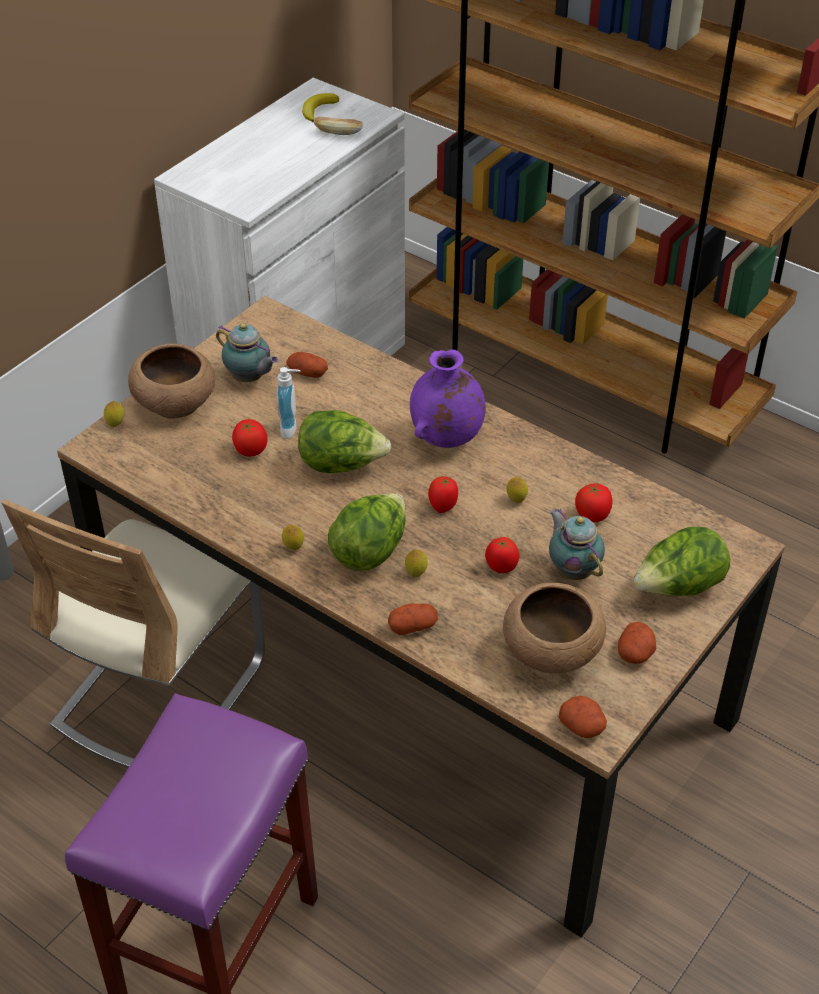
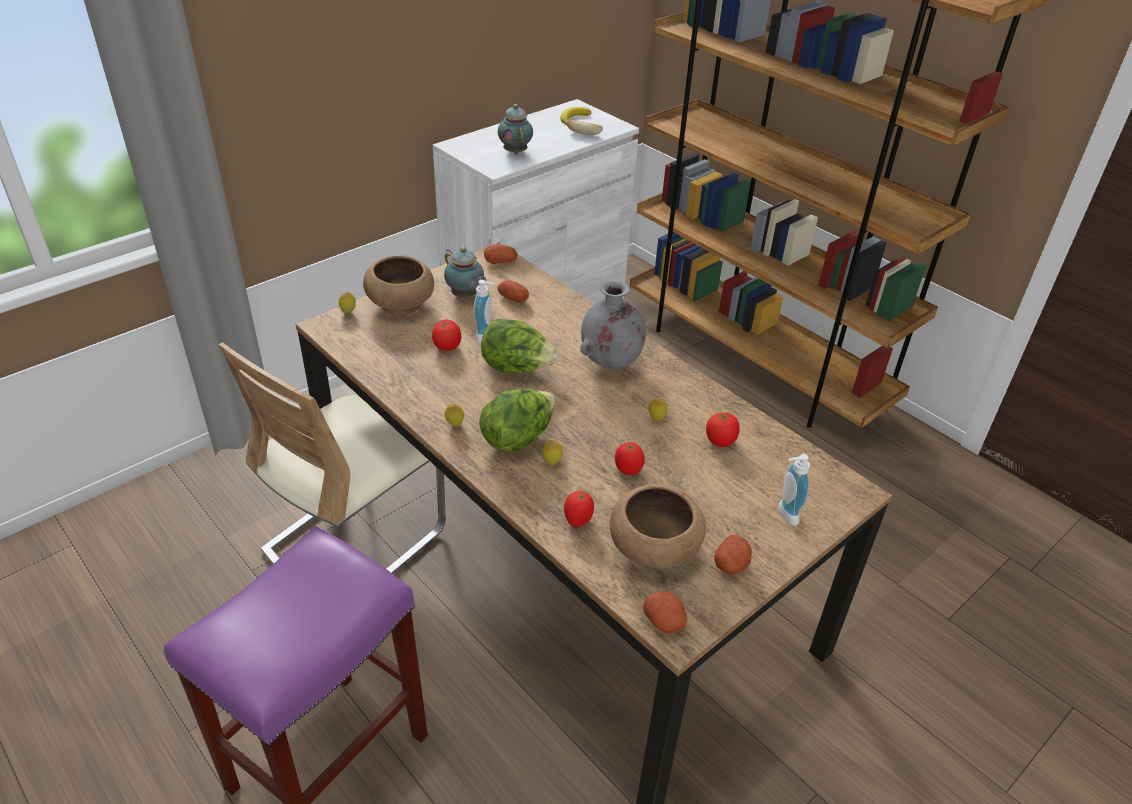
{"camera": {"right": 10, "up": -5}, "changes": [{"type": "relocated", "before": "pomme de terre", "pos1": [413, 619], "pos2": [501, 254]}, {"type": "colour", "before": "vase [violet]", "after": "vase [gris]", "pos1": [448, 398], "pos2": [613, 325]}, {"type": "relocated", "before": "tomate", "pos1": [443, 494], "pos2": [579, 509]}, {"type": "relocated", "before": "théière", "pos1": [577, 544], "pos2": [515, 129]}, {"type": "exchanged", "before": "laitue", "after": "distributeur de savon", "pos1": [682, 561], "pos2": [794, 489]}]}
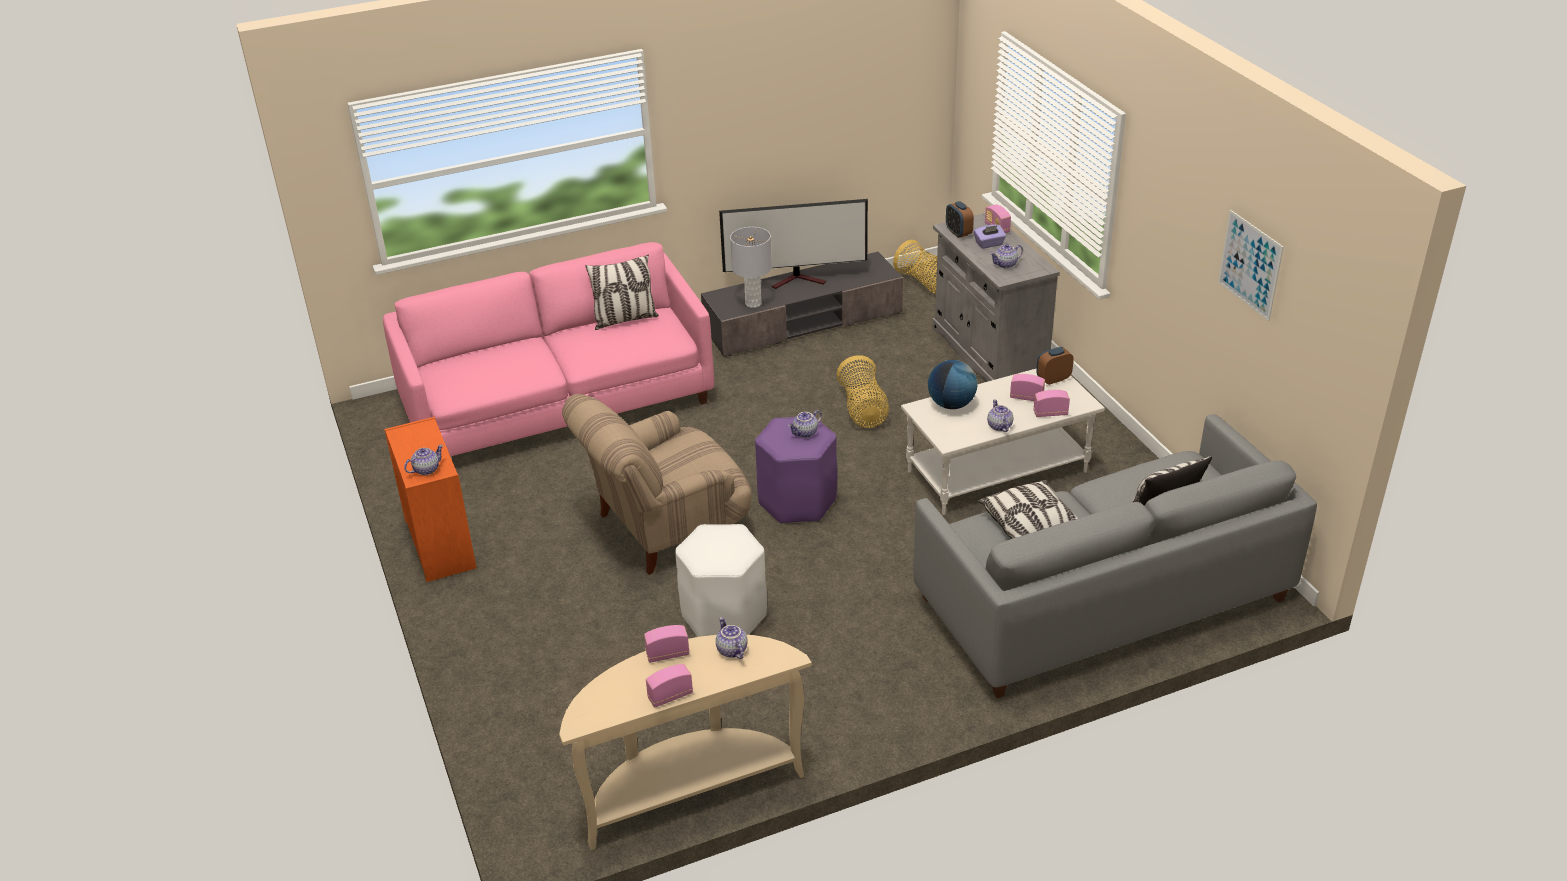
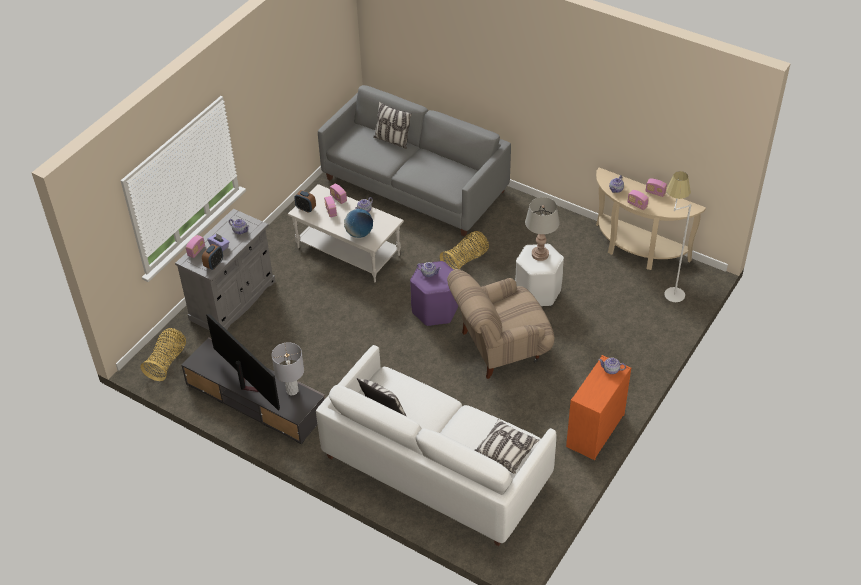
{"camera": {"right": -125, "up": 10}, "changes": [{"type": "colour", "before": "canapé [rose]", "after": "canapé [blanc]", "pos1": [548, 349], "pos2": [436, 445]}, {"type": "spun", "before": "fauteuil [beige]", "pos1": [657, 484], "pos2": [500, 324], "turn": 135}, {"type": "relocated", "before": "panier", "pos1": [862, 391], "pos2": [464, 250]}, {"type": "relocated", "before": "coussin", "pos1": [1028, 509], "pos2": [507, 446]}, {"type": "missing", "before": "tableau", "pos1": [1251, 265]}, {"type": "appeared", "after": "lampe de table [gris]", "pos2": [542, 229]}, {"type": "appeared", "after": "lampadaire [blanc]", "pos2": [677, 236]}]}
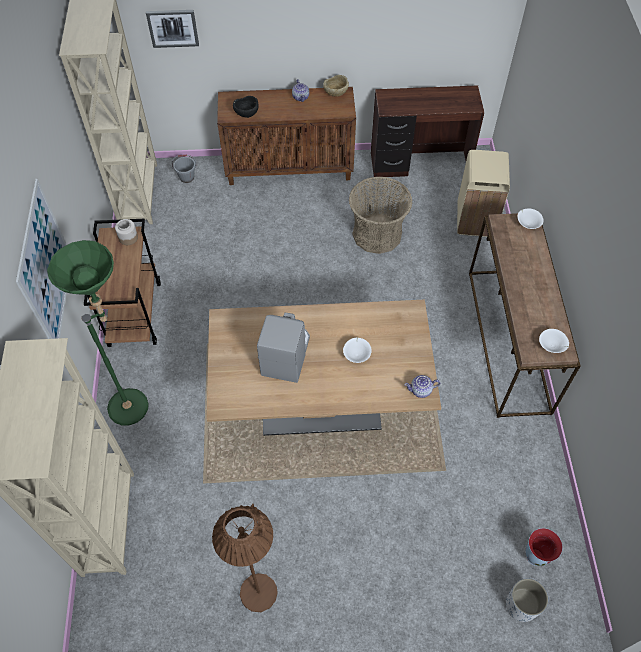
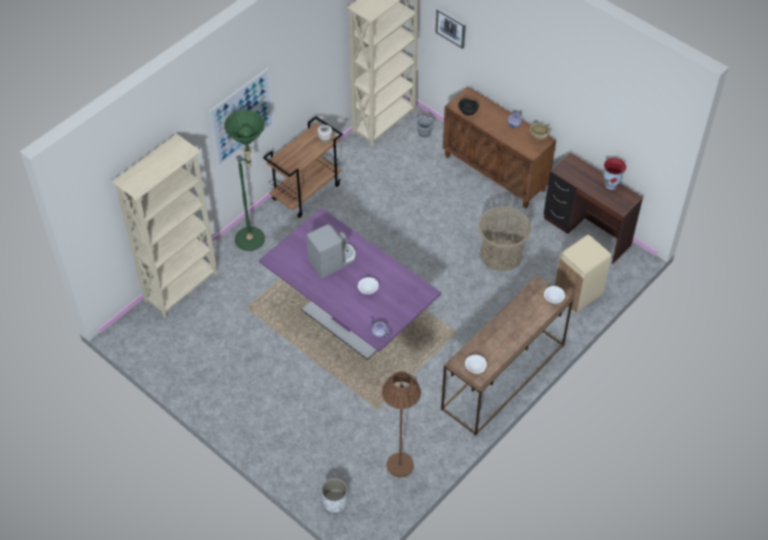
{"camera": {"right": 45, "up": -5}, "changes": [{"type": "colour", "before": "table à manger [marron]", "after": "table à manger [violet]", "pos1": [323, 367], "pos2": [350, 284]}, {"type": "relocated", "before": "lampadaire [marron]", "pos1": [245, 558], "pos2": [401, 424]}, {"type": "relocated", "before": "vase", "pos1": [544, 547], "pos2": [614, 174]}]}
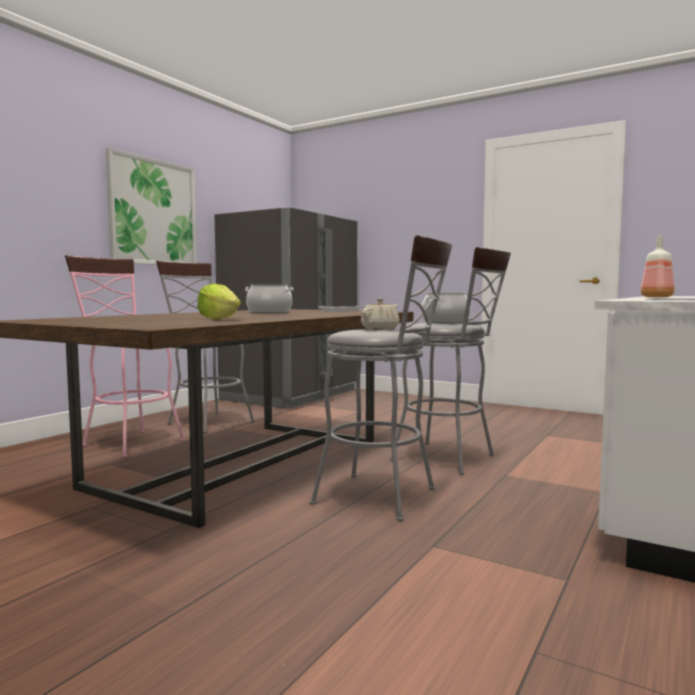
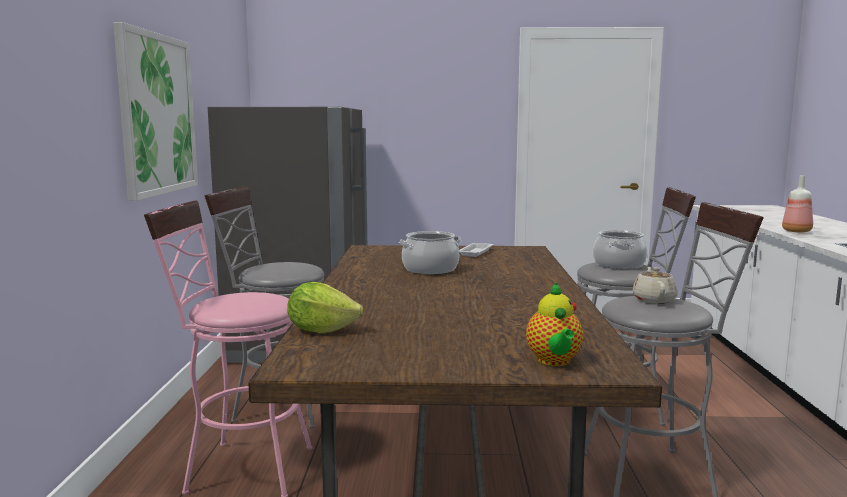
{"camera": {"right": -30, "up": 5}, "changes": [{"type": "relocated", "before": "laitue", "pos1": [219, 301], "pos2": [325, 308]}, {"type": "appeared", "after": "théière", "pos2": [554, 324]}]}
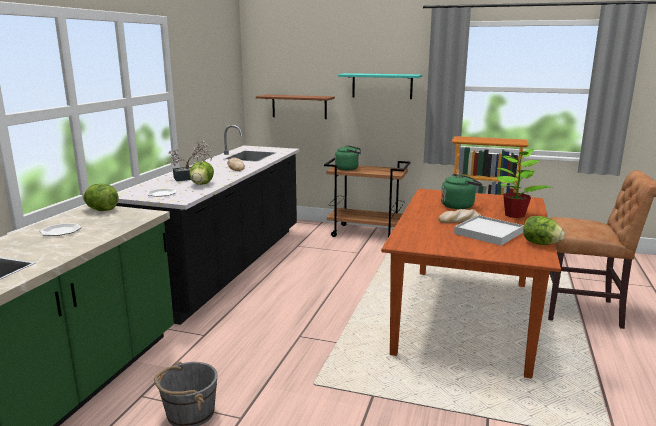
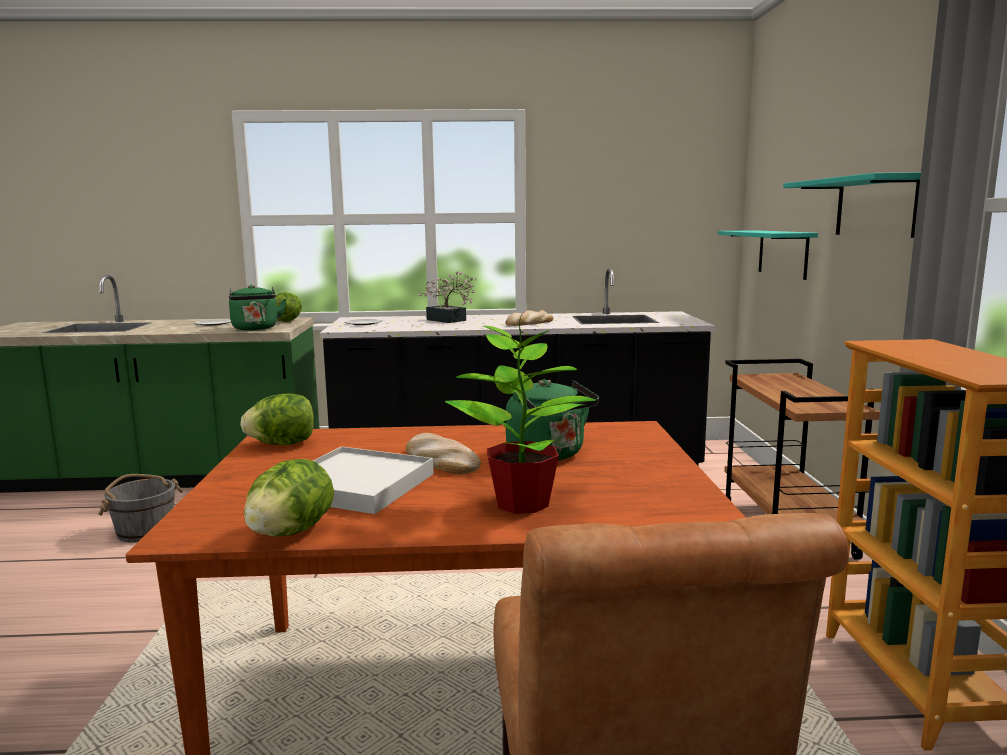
{"camera": {"right": 70, "up": -5}, "changes": [{"type": "relocated", "before": "laitue", "pos1": [201, 173], "pos2": [277, 419]}, {"type": "colour", "before": "étagère [marron]", "after": "étagère [turquoise]", "pos1": [295, 106], "pos2": [768, 255]}, {"type": "relocated", "before": "bouilloire [vert]", "pos1": [348, 157], "pos2": [257, 307]}]}
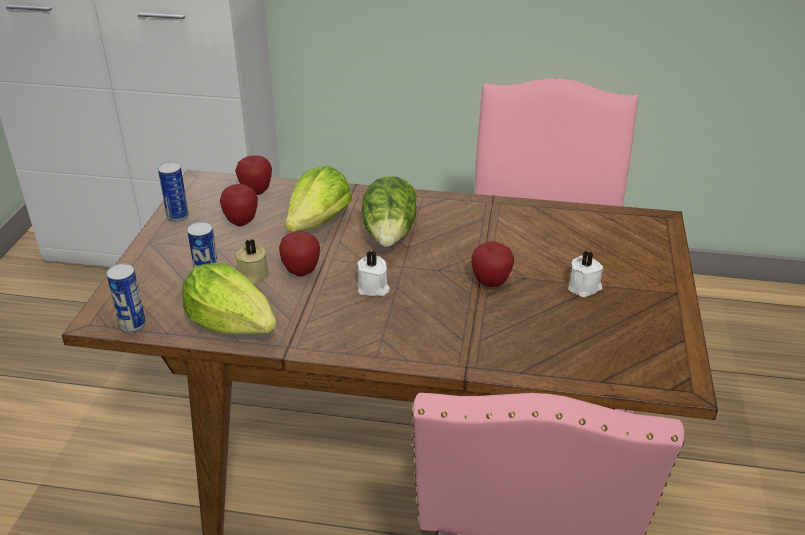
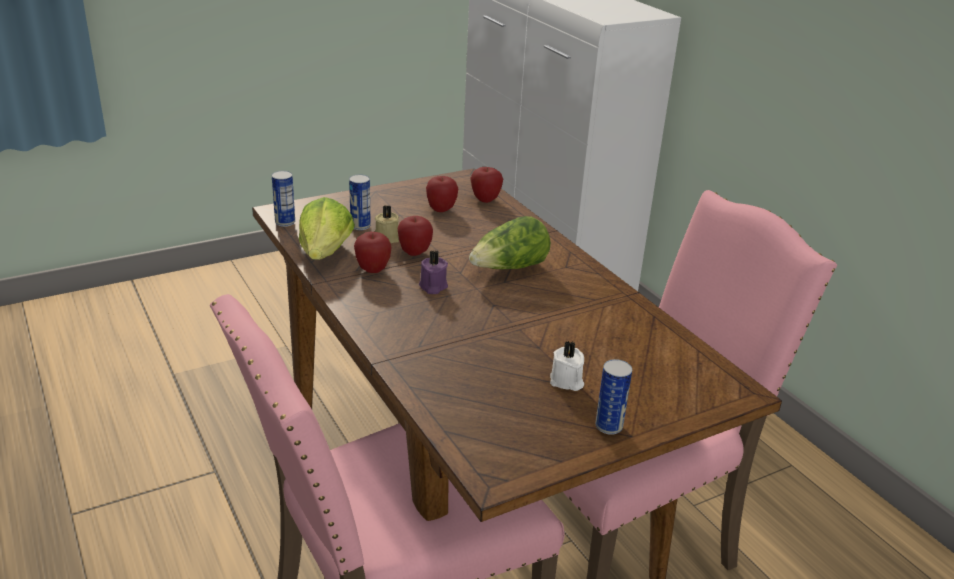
{"camera": {"right": 50, "up": -5}, "changes": [{"type": "relocated", "before": "boîte métallique", "pos1": [173, 192], "pos2": [613, 397]}, {"type": "missing", "before": "laitue", "pos1": [318, 198]}, {"type": "colour", "before": "bougie [blanc]", "after": "bougie [violet]", "pos1": [373, 273], "pos2": [433, 272]}, {"type": "relocated", "before": "pomme", "pos1": [492, 264], "pos2": [372, 252]}]}
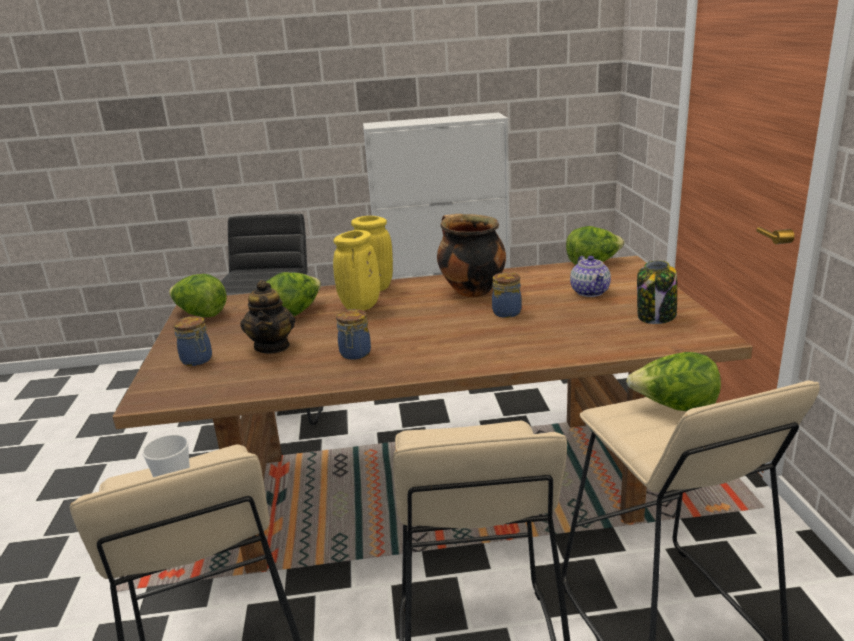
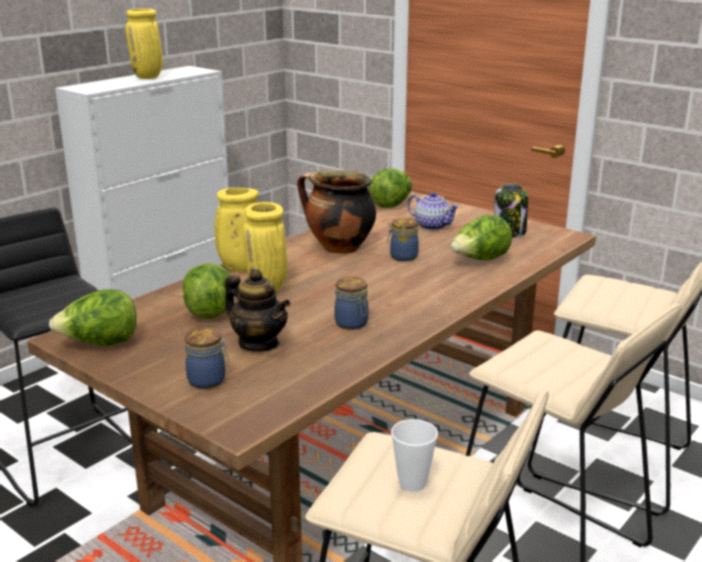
{"camera": {"right": -45, "up": 0}, "changes": [{"type": "relocated", "before": "laitue", "pos1": [673, 381], "pos2": [481, 238]}, {"type": "appeared", "after": "vase [jaune]", "pos2": [144, 43]}]}
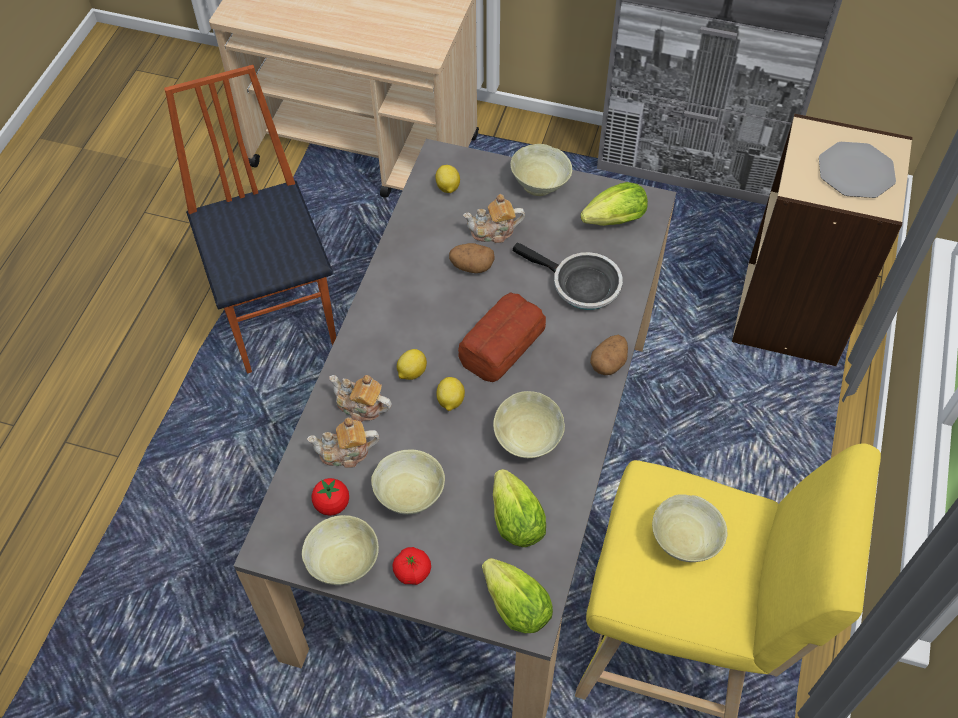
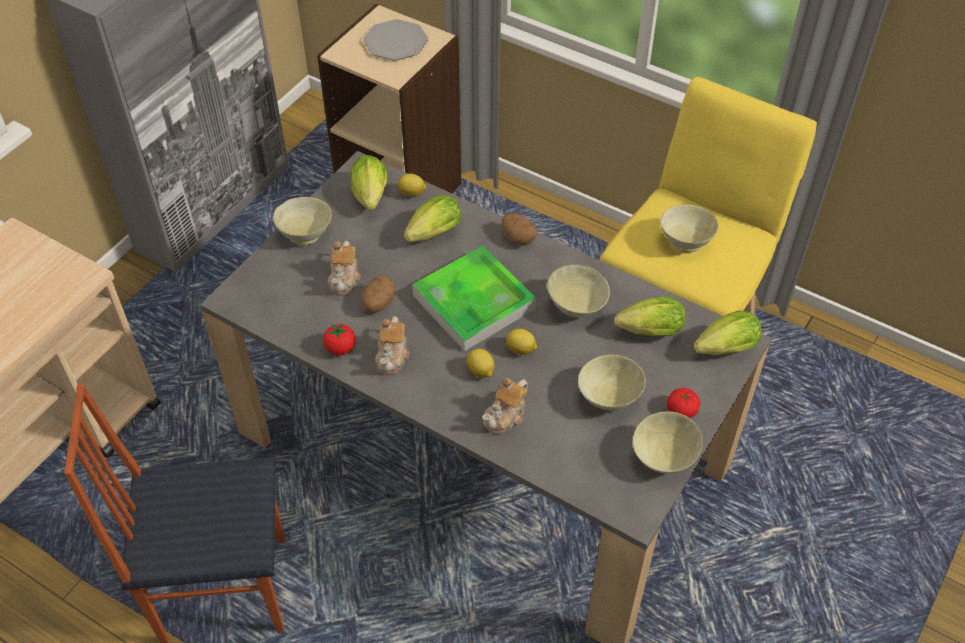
{"camera": {"right": -75, "up": -5}, "changes": [{"type": "relocated", "before": "théière", "pos1": [343, 442], "pos2": [392, 345]}, {"type": "relocated", "before": "tomate", "pos1": [330, 497], "pos2": [339, 339]}, {"type": "relocated", "before": "citron", "pos1": [447, 179], "pos2": [412, 185]}, {"type": "exchanged", "before": "pain", "after": "plateau", "pos1": [502, 337], "pos2": [474, 298]}, {"type": "exchanged", "before": "poêle", "after": "laitue", "pos1": [568, 276], "pos2": [432, 218]}]}
